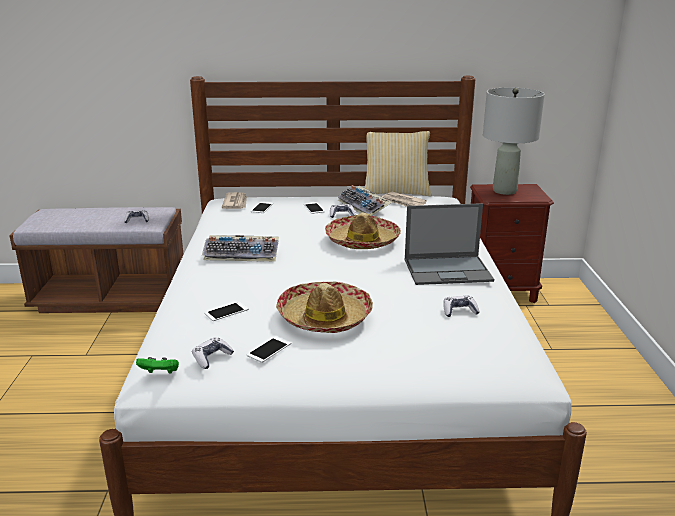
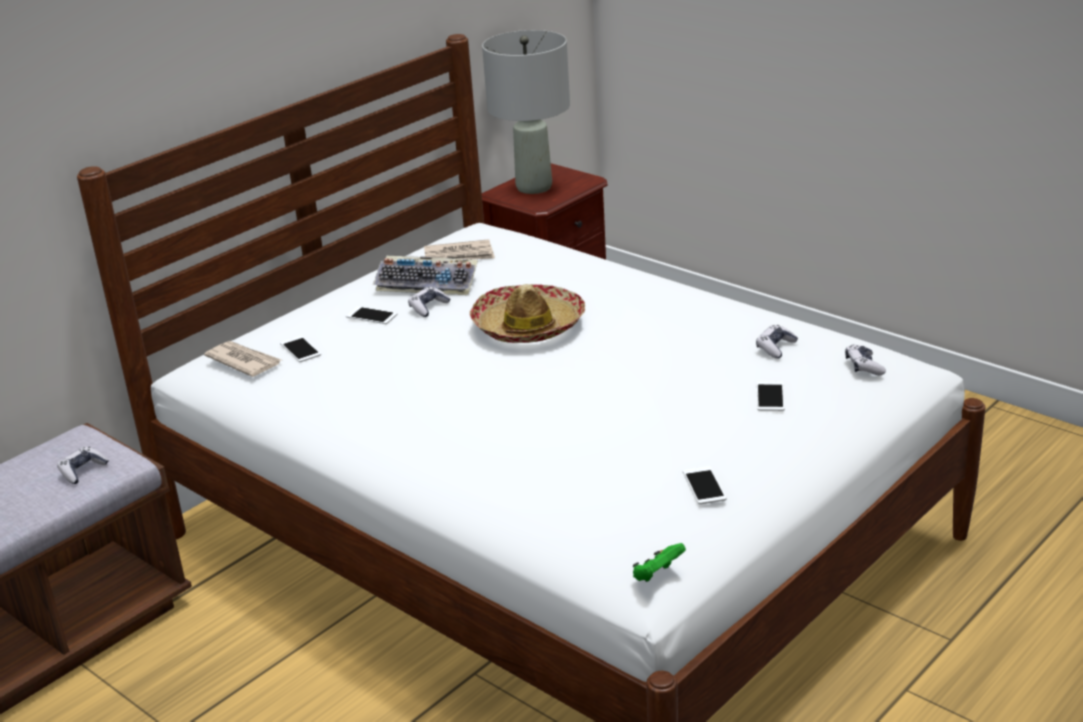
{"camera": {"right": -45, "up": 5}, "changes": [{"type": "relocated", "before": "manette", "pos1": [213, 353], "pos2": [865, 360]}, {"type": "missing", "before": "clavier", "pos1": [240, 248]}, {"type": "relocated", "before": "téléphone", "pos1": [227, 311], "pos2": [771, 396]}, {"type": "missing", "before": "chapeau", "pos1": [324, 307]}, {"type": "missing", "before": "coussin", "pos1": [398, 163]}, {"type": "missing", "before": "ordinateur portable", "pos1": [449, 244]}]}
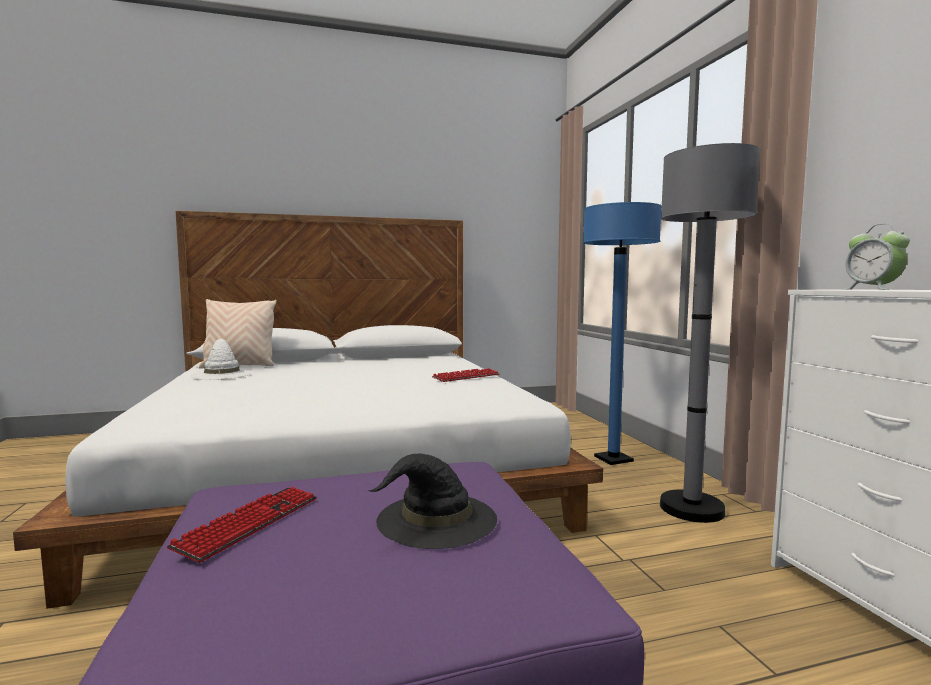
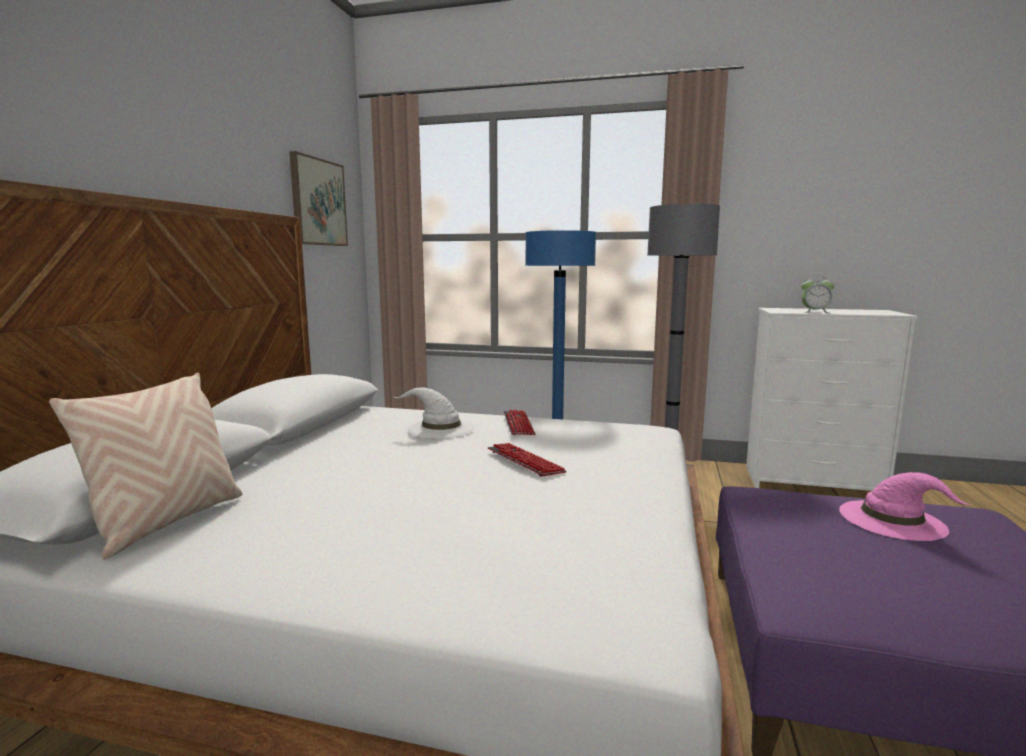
{"camera": {"right": -60, "up": 5}, "changes": [{"type": "relocated", "before": "clavier", "pos1": [242, 525], "pos2": [527, 460]}, {"type": "relocated", "before": "chapeau [blanc]", "pos1": [221, 359], "pos2": [433, 413]}, {"type": "colour", "before": "chapeau [noir]", "after": "chapeau [rose]", "pos1": [432, 501], "pos2": [905, 506]}, {"type": "appeared", "after": "tableau", "pos2": [318, 198]}]}
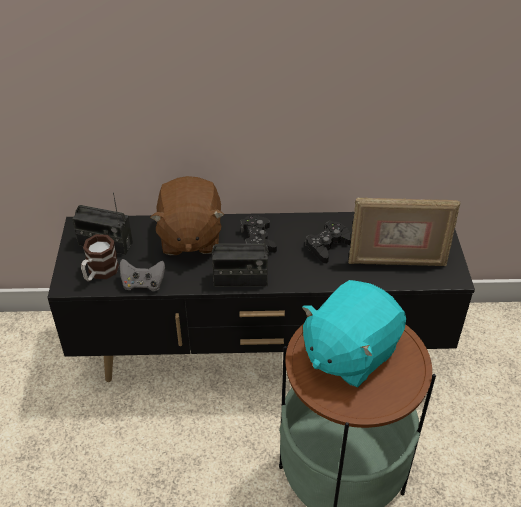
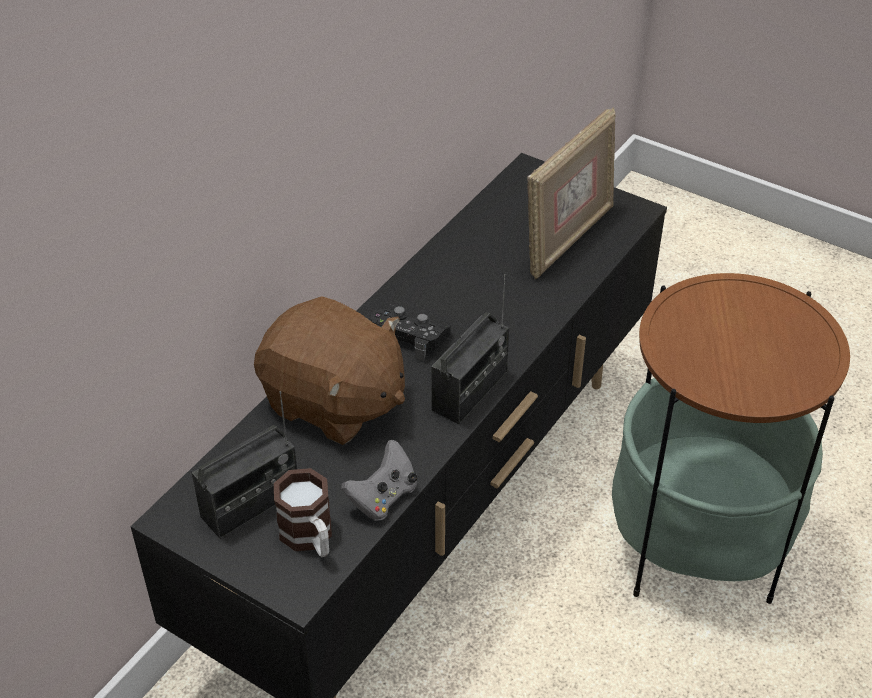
{"camera": {"right": -55, "up": 0}, "changes": [{"type": "missing", "before": "peluche [turquoise]", "pos1": [354, 334]}, {"type": "missing", "before": "manette [noir]", "pos1": [328, 242]}]}
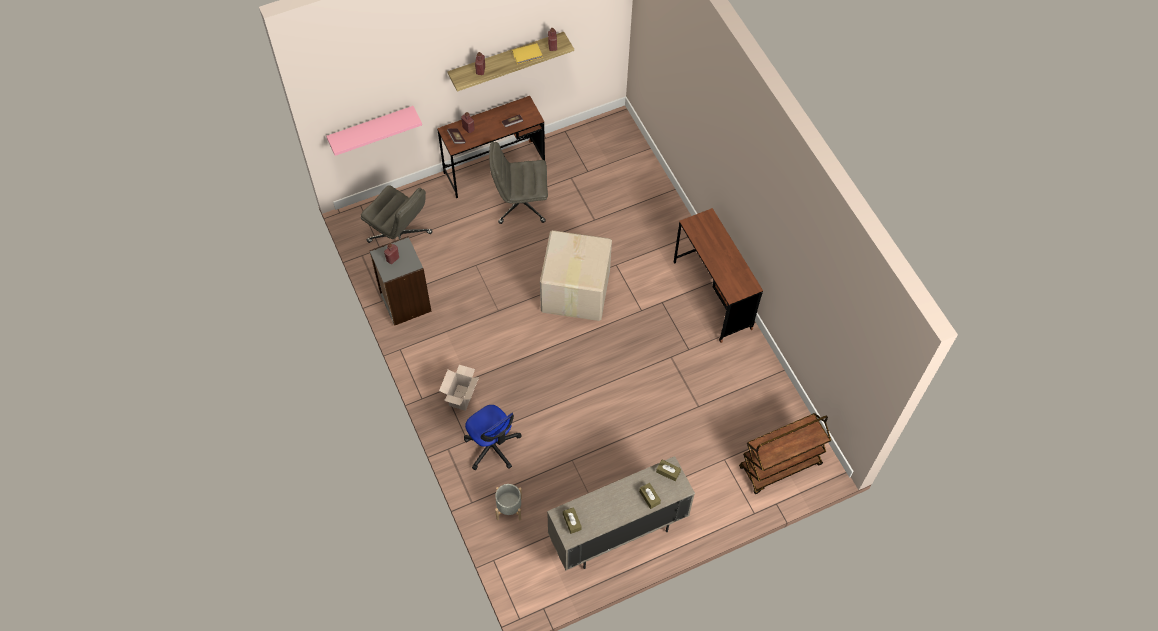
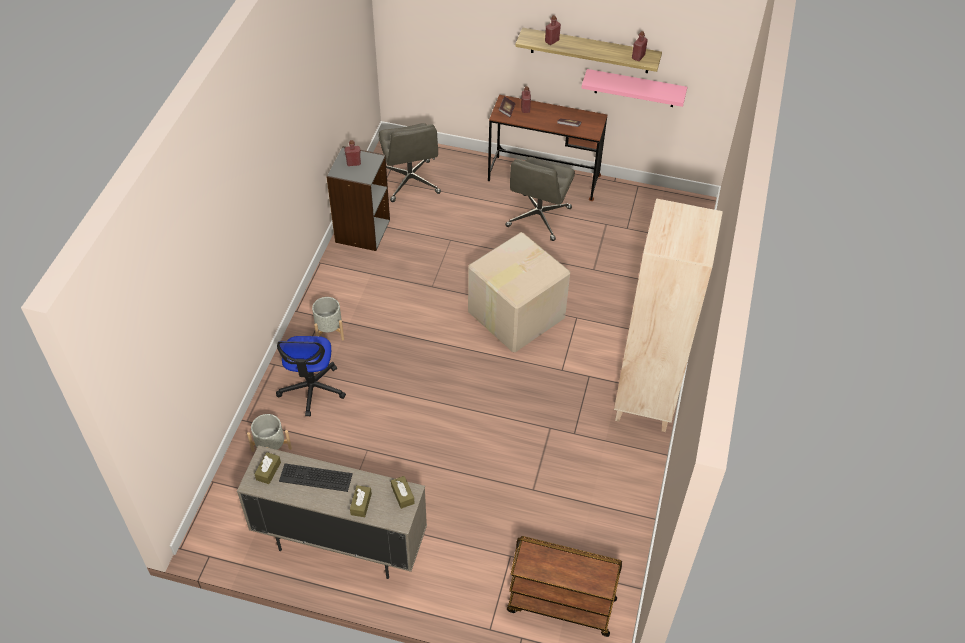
{"camera": {"right": 40, "up": -10}, "changes": [{"type": "relocated", "before": "étagère [rose]", "pos1": [374, 131], "pos2": [634, 88]}, {"type": "exchanged", "before": "carton", "after": "cache-pot [gris]", "pos1": [459, 388], "pos2": [328, 319]}, {"type": "spun", "before": "chaise de bureau [gris]", "pos1": [518, 183], "pos2": [540, 199], "turn": -105}, {"type": "missing", "before": "livre [jaune]", "pos1": [527, 53]}, {"type": "exchanged", "before": "bureau [marron]", "after": "bibliothèque [beige]", "pos1": [718, 275], "pos2": [668, 315]}, {"type": "appeared", "after": "clavier", "pos2": [316, 477]}]}
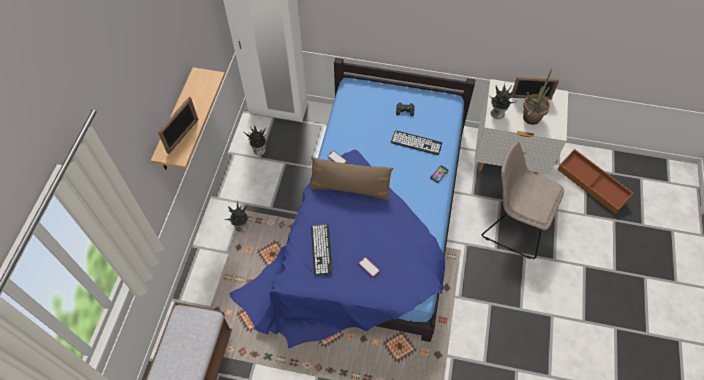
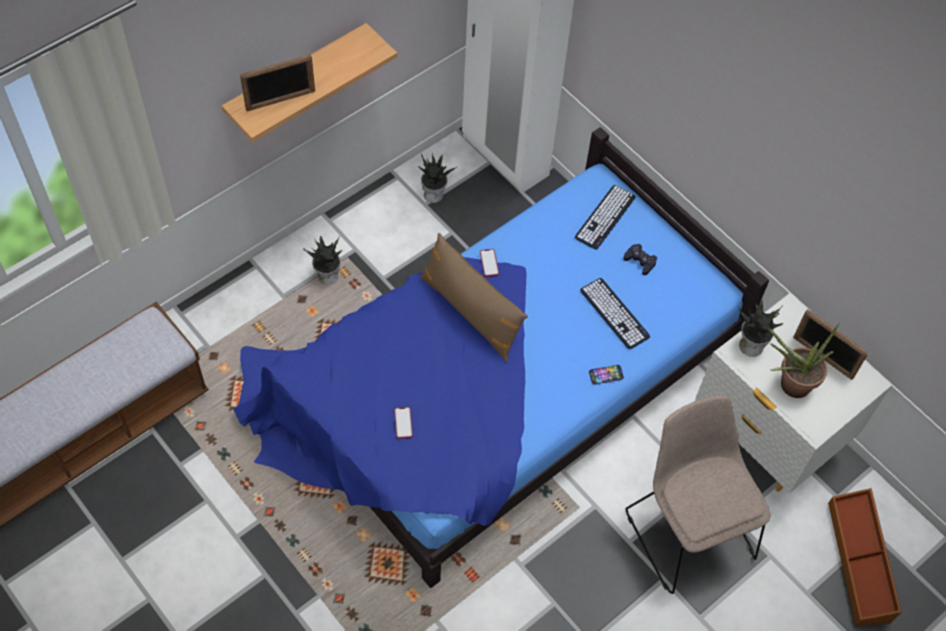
{"camera": {"right": 35, "up": 0}, "changes": [{"type": "relocated", "before": "clavier", "pos1": [322, 250], "pos2": [605, 217]}]}
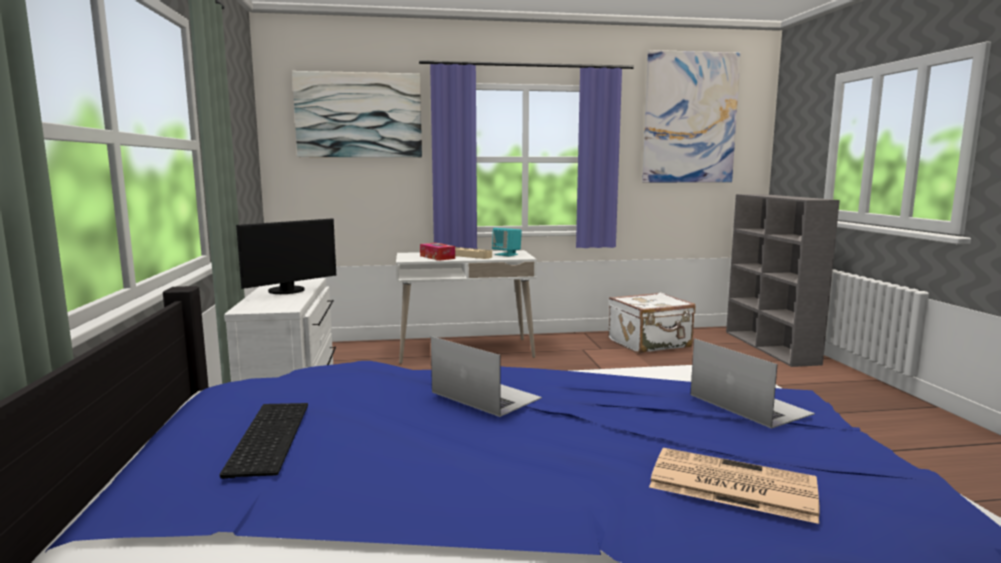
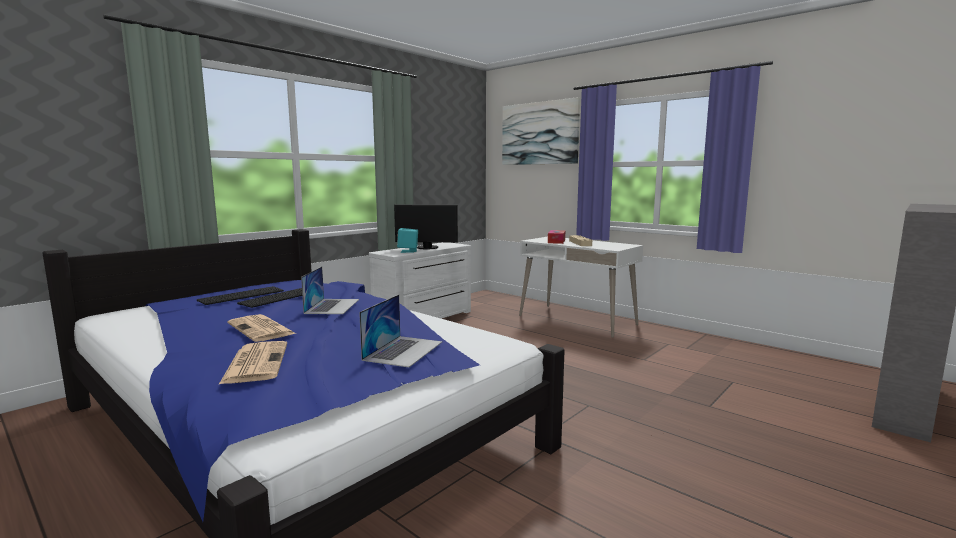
{"camera": {"right": 50, "up": 0}, "changes": [{"type": "relocated", "before": "enceinte [turquoise]", "pos1": [507, 242], "pos2": [407, 240]}, {"type": "missing", "before": "valise [blanc]", "pos1": [652, 322]}, {"type": "missing", "before": "tableau", "pos1": [691, 116]}, {"type": "appeared", "after": "journal", "pos2": [262, 328]}, {"type": "appeared", "after": "clavier", "pos2": [269, 298]}]}
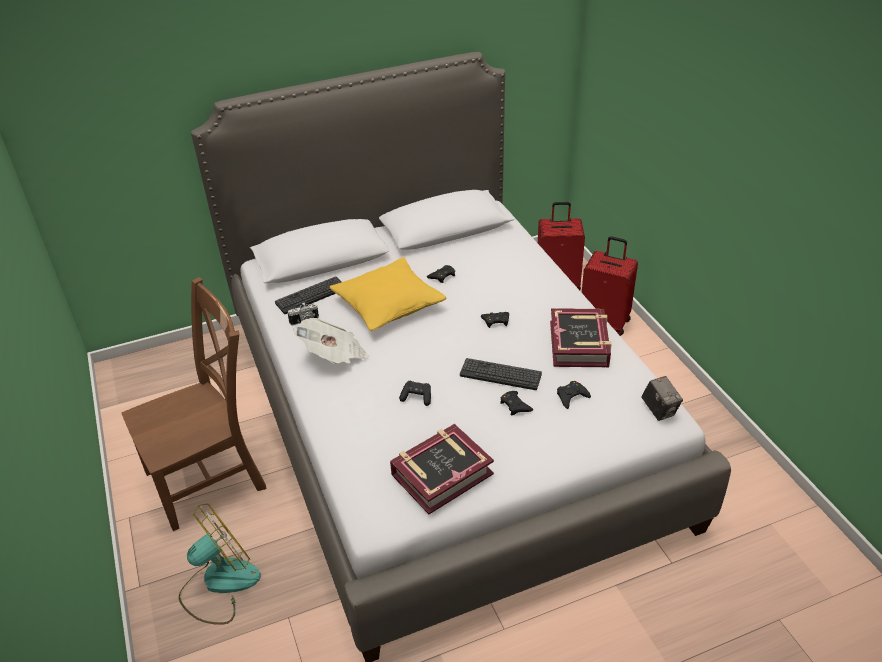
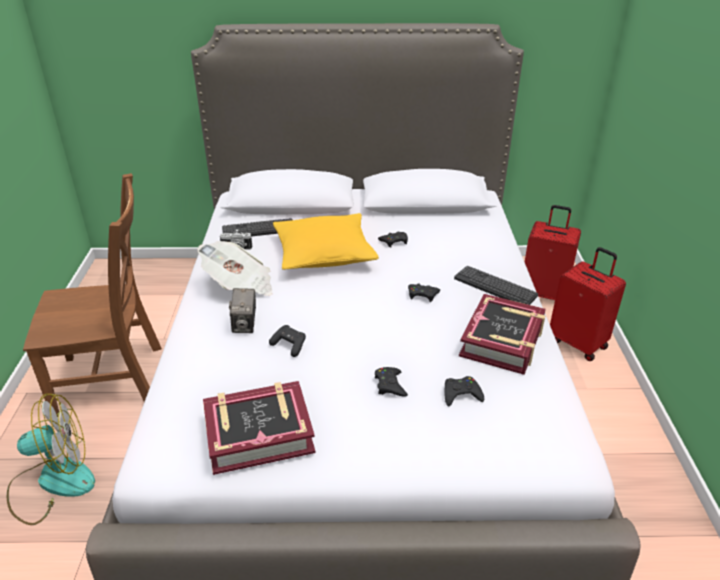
{"camera": {"right": 20, "up": -5}, "changes": [{"type": "relocated", "before": "clavier", "pos1": [501, 374], "pos2": [496, 285]}, {"type": "relocated", "before": "appareil photo", "pos1": [662, 398], "pos2": [242, 310]}]}
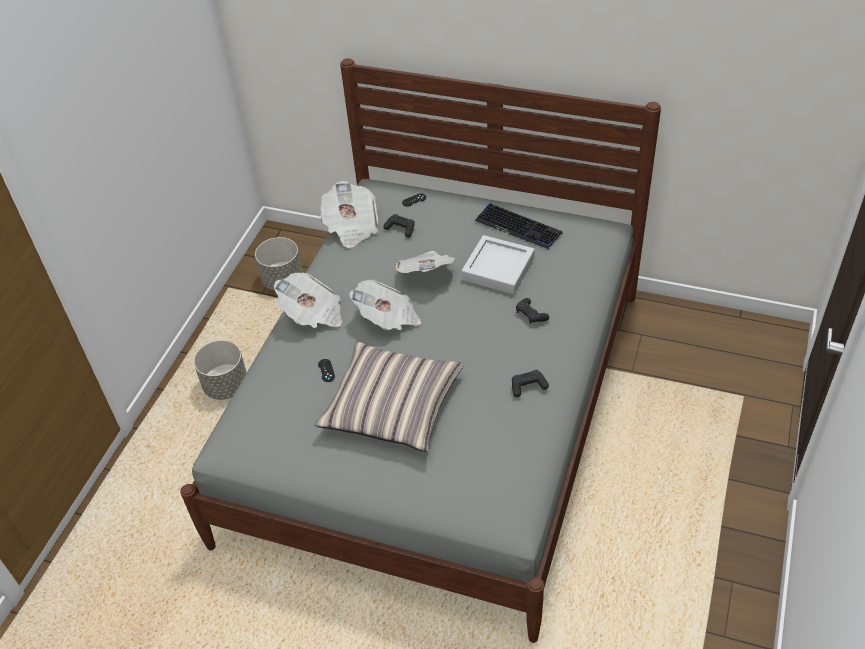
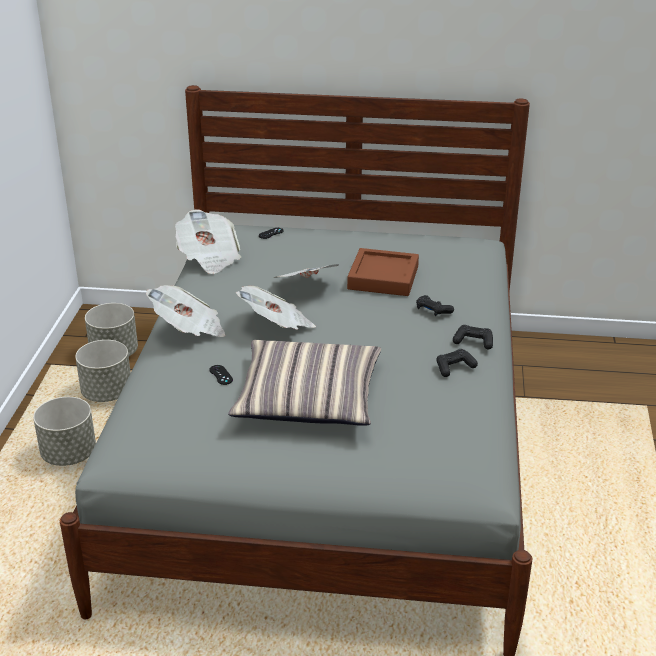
{"camera": {"right": -15, "up": -15}, "changes": [{"type": "relocated", "before": "manette [noir]", "pos1": [399, 225], "pos2": [473, 337]}, {"type": "colour", "before": "plateau [gris]", "after": "plateau [marron]", "pos1": [498, 265], "pos2": [383, 272]}, {"type": "missing", "before": "clavier", "pos1": [518, 226]}, {"type": "appeared", "after": "cache-pot [gris]", "pos2": [103, 371]}]}
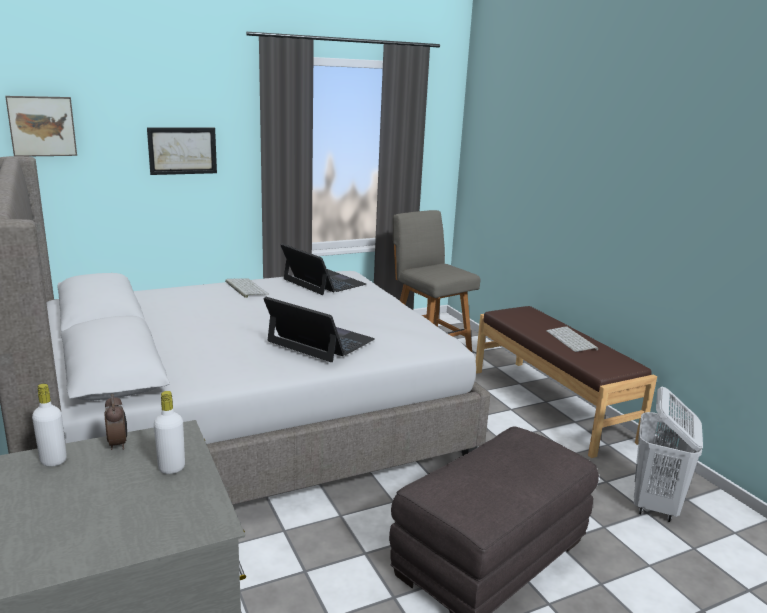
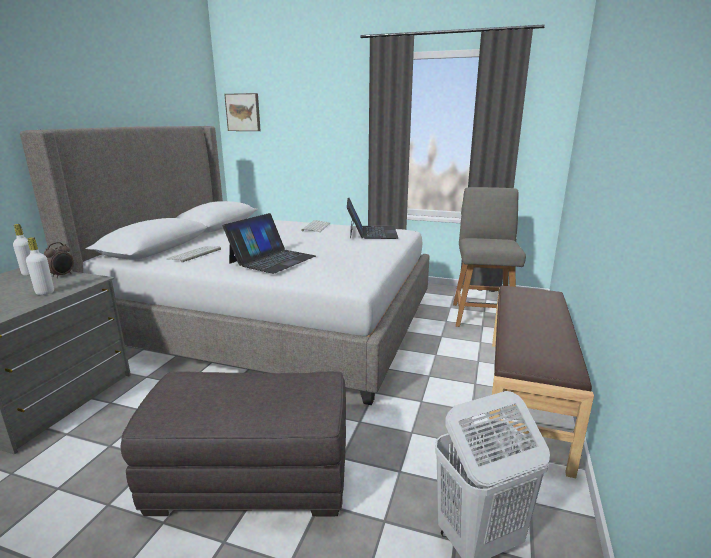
{"camera": {"right": 45, "up": 0}, "changes": [{"type": "missing", "before": "tableau", "pos1": [182, 151]}, {"type": "spun", "before": "ordinateur portable", "pos1": [319, 329], "pos2": [269, 243], "turn": 45}, {"type": "relocated", "before": "clavier", "pos1": [572, 339], "pos2": [194, 254]}]}
